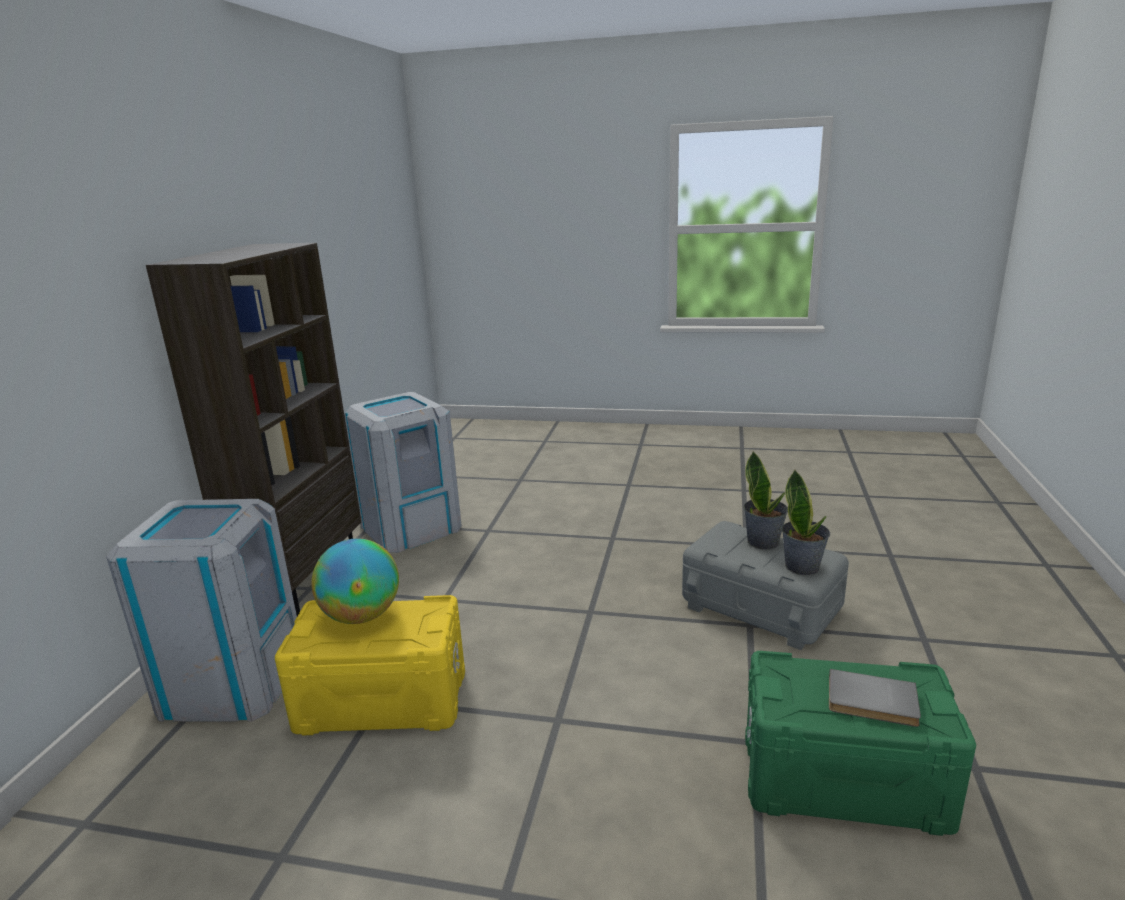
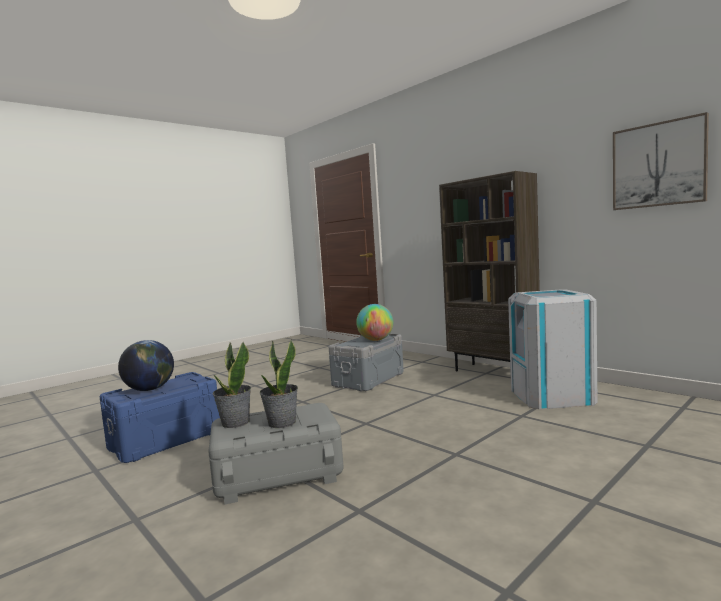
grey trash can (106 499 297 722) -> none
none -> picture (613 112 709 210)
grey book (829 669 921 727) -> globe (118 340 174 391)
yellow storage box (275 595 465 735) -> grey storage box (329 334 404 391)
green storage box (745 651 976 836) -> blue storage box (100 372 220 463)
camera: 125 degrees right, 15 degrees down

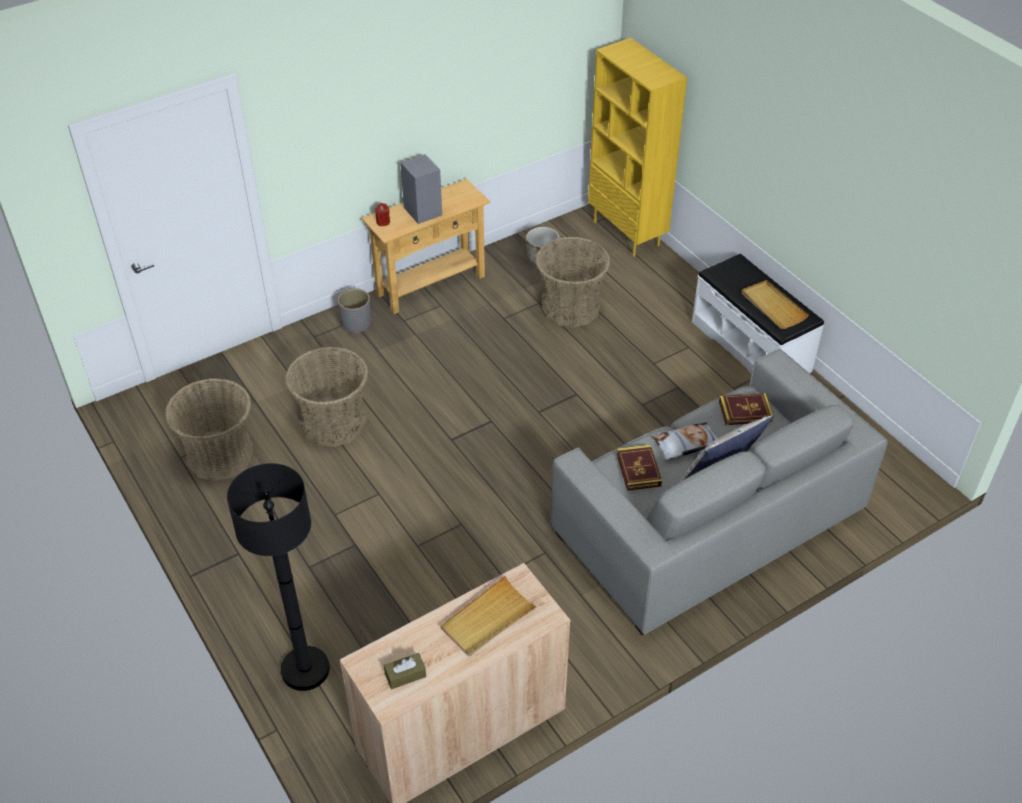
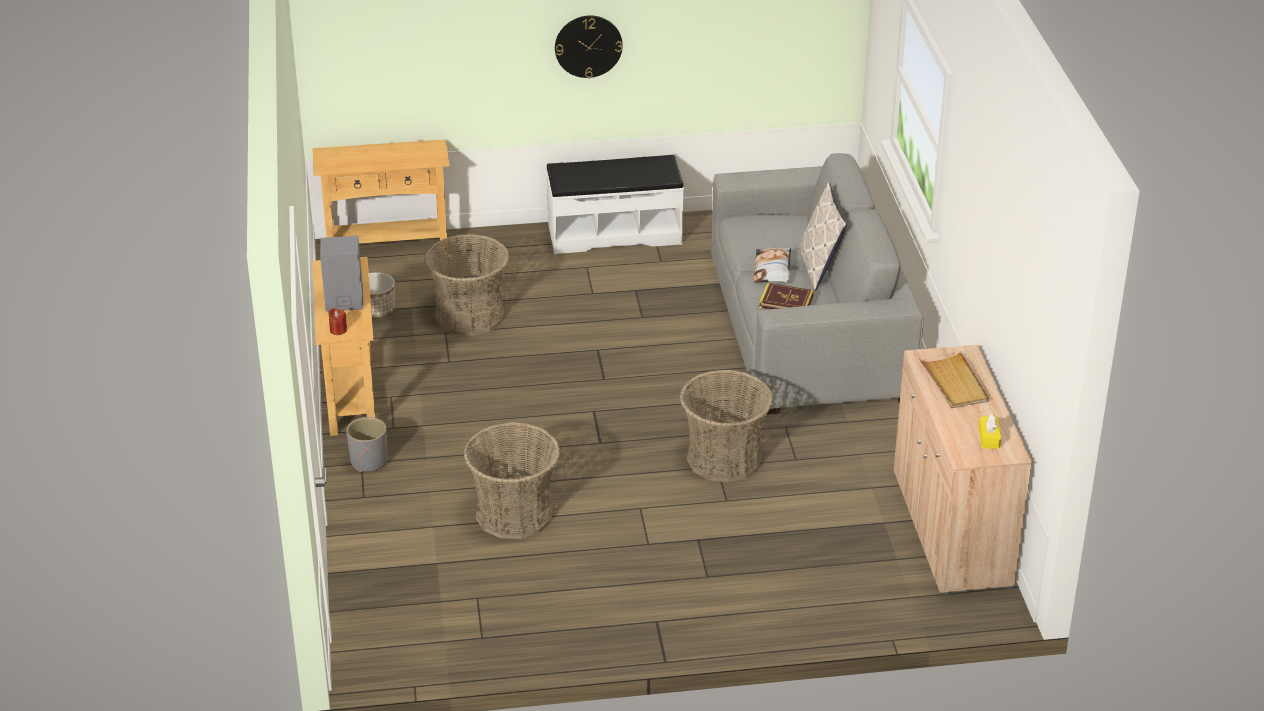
black floor lamp (227 463 330 691) -> none
book (719 393 773 425) -> none
beige tray (742 280 809 329) -> none
none -> wall clock (555 16 623 78)
basket (165 378 254 481) -> basket (680 370 773 483), relocated
yellow bookcase (588 38 687 257) -> beige console table (313 139 450 254)
brown tissue box (384 653 426 689) -> yellow tissue box (979 413 1001 449)
camera: 65 degrees left, 10 degrees down

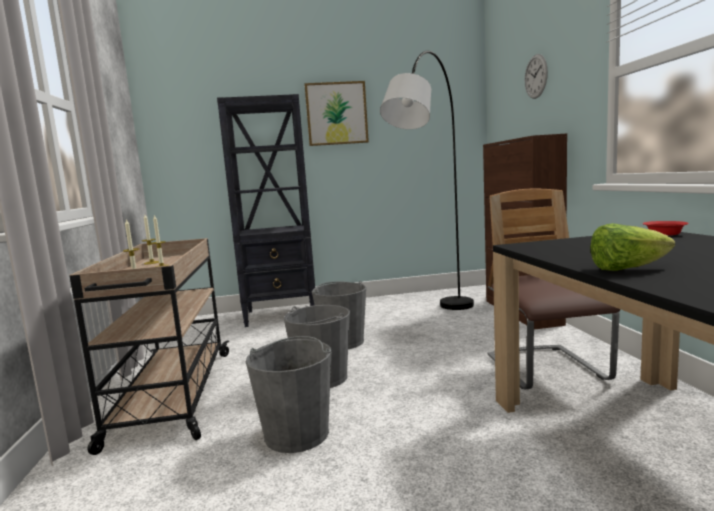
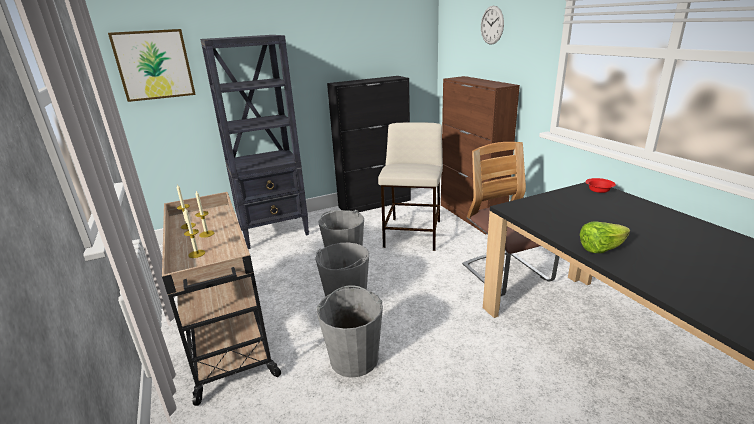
none -> black cabinet (327 76 411 212)
picture (304 81 369 146) -> picture (108 29 196 102), relocated
grey floor lamp (380 51 474 310) -> beige stool (378 123 443 251)
camera: 15 degrees left, 15 degrees up

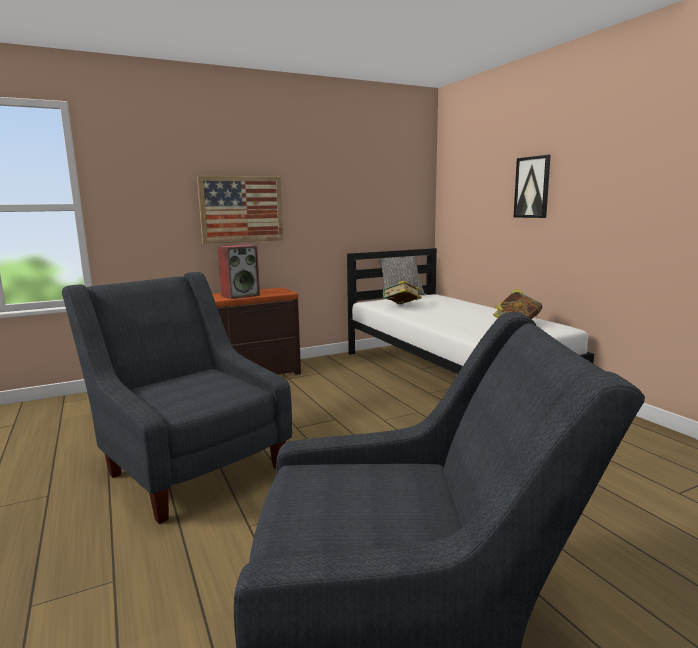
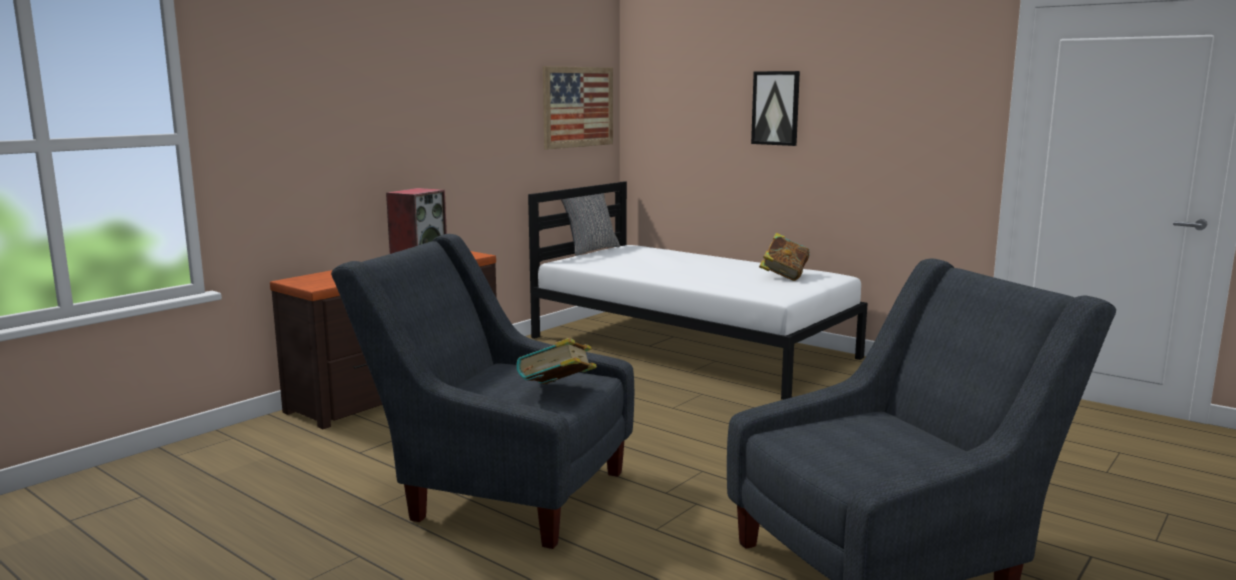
picture (197 176 283 244) -> picture (543 66 613 150), relocated
book (383 280 422 304) -> book (516 338 597 384), relocated
camera: 25 degrees left, 0 degrees up

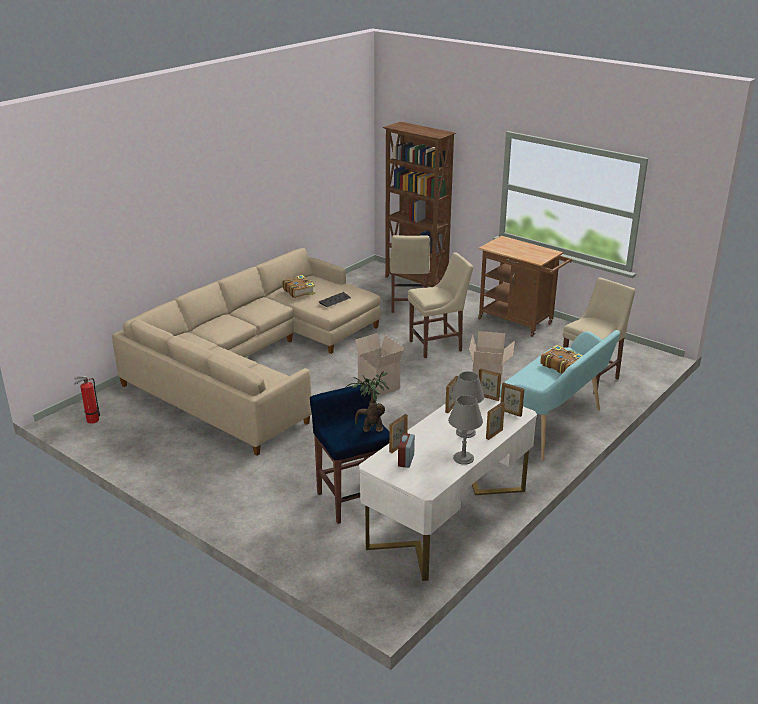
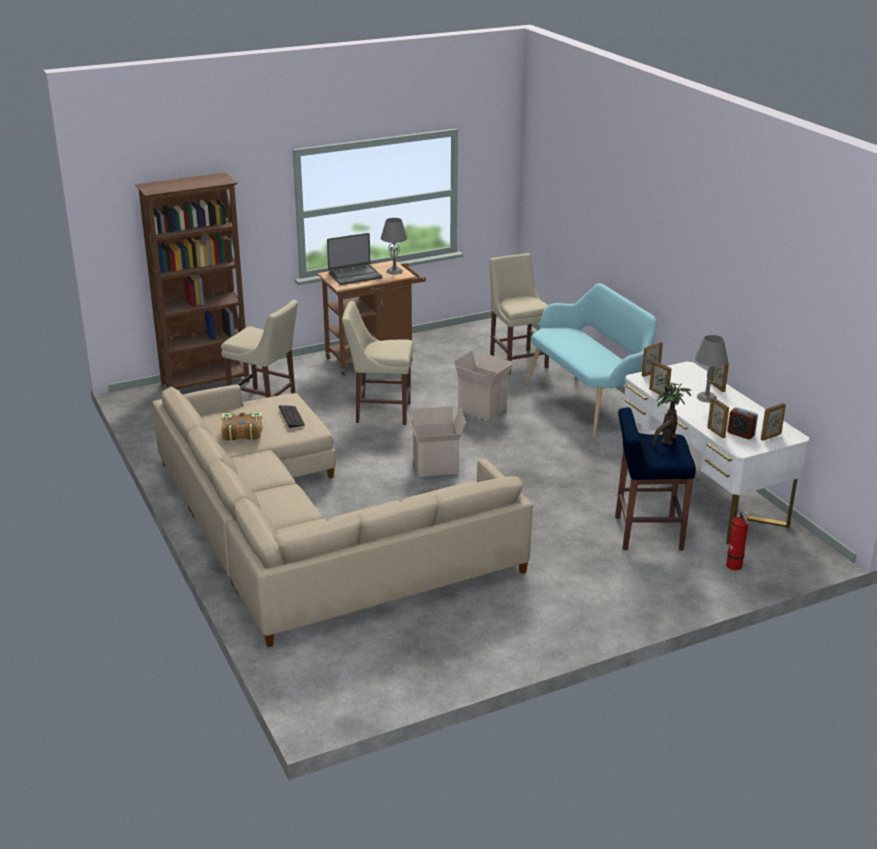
book (540 345 583 374) -> none
none -> laptop (327 233 382 285)
fire extinguisher (74 376 100 424) -> fire extinguisher (726 509 749 570), relocated
grey table lamp (448 395 483 465) -> grey table lamp (381 218 407 275), relocated
picture frame (500 382 525 417) -> picture frame (761 403 786 441), relocated
beige chair (408 252 473 358) -> beige chair (342 301 413 425), 90 degrees counterclockwise
camera: 65 degrees left, 0 degrees up

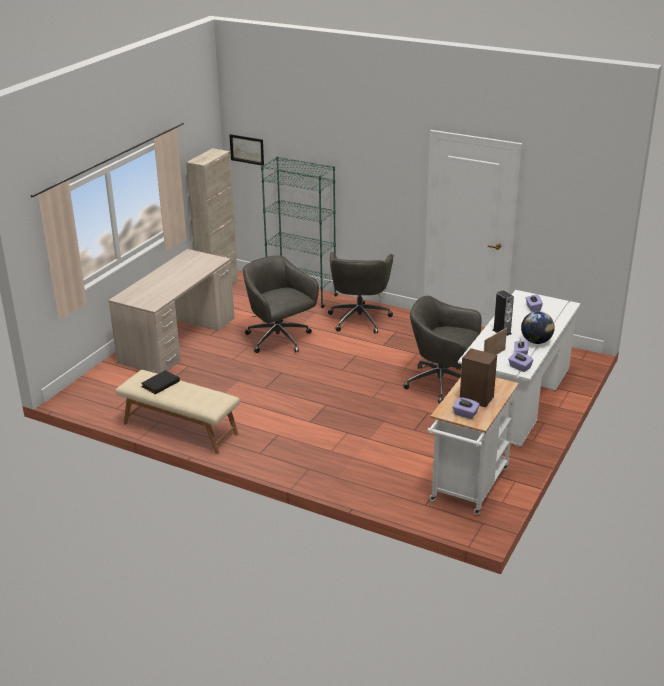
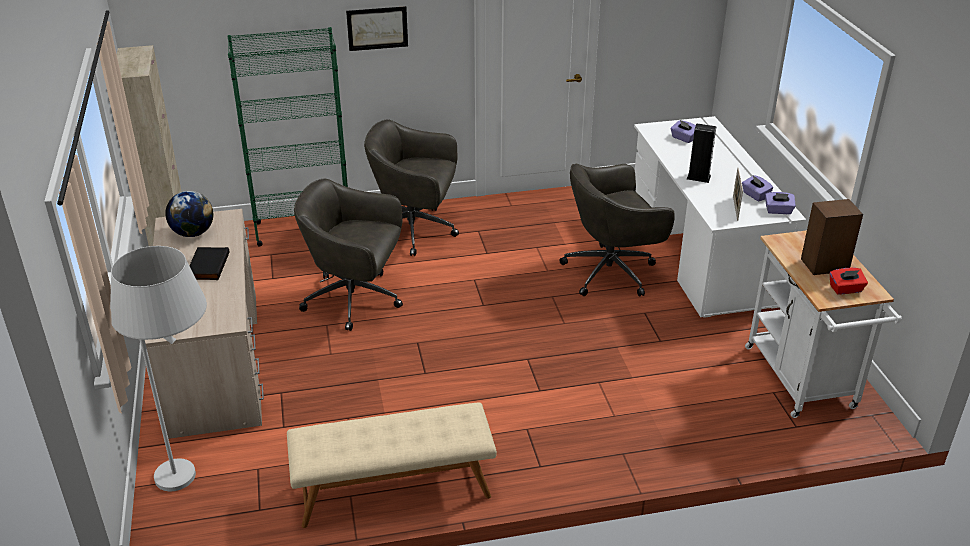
none -> white floor lamp (110 246 207 491)
black book (141 370 180 394) -> black book (189 247 229 280), relocated
picture (229 134 264 166) -> picture (346 6 408 51), relocated
globe (521 311 555 344) -> globe (165 191 213 237), relocated
purple tissue box (452 397 480 419) -> red tissue box (830 268 868 295)
grey office chair (328 252 393 333) -> grey office chair (364 120 459 256), 135 degrees clockwise
camera: 40 degrees left, 5 degrees up

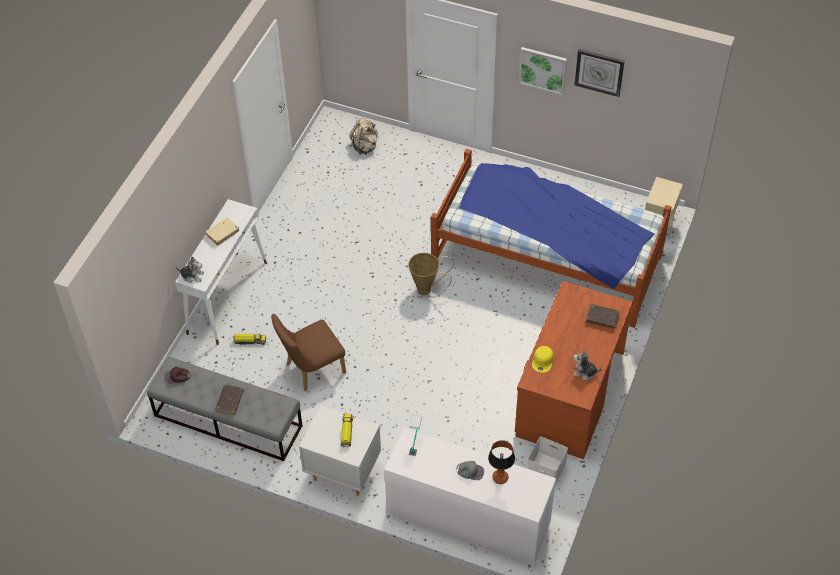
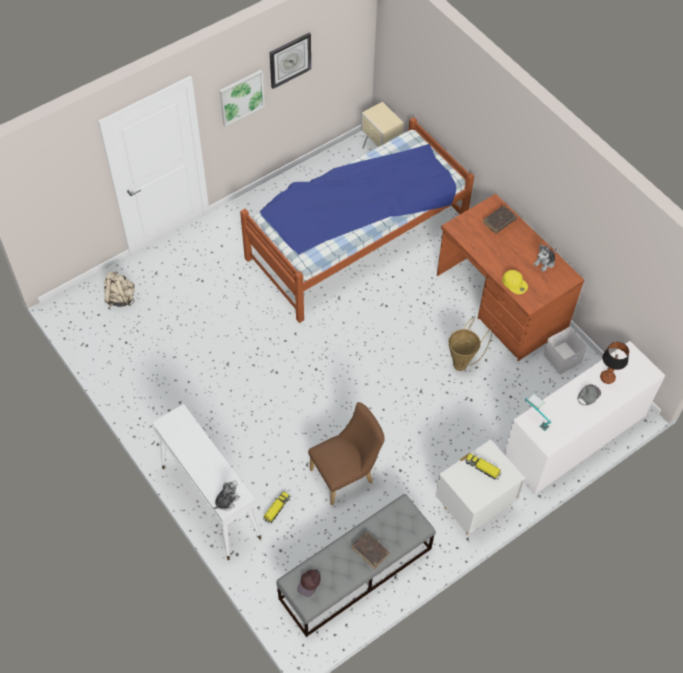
beige book (205 218 239 246) -> none
basket (408 253 455 298) -> basket (448 318 492 371), relocated
brown chair (271 314 346 392) -> brown chair (308 402 385 506), 120 degrees counterclockwise
camera: 60 degrees left, 5 degrees up

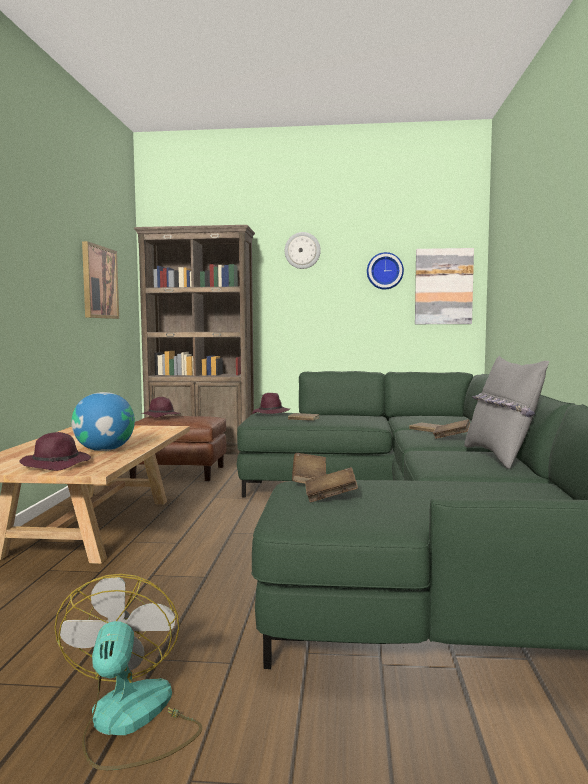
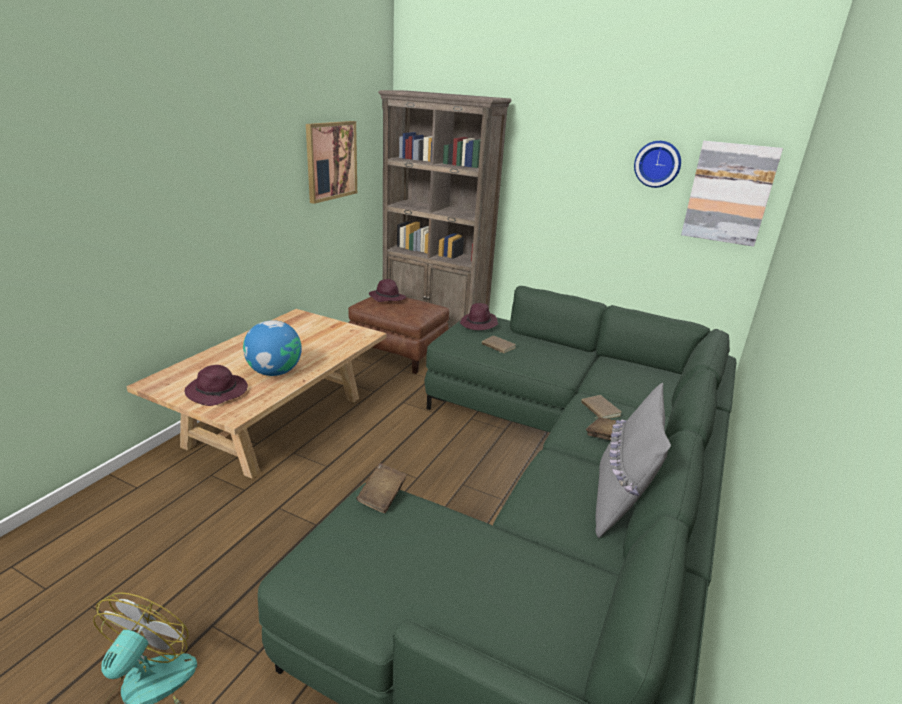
wall clock (285 232 321 269) -> none
brown book (305 467 358 502) -> none
camera: 20 degrees right, 20 degrees up

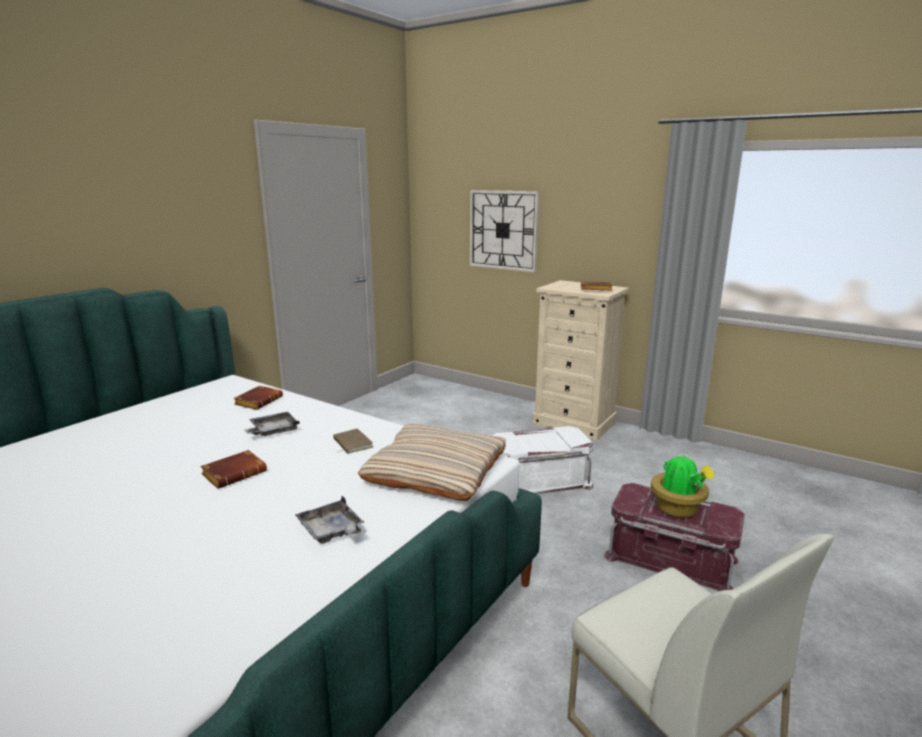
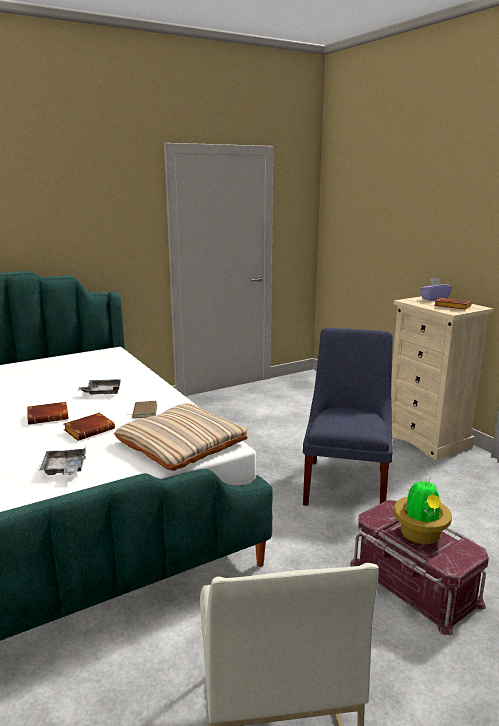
wall clock (470 190 539 272) -> none
none -> purple tissue box (420 278 452 301)
brown book (233 386 283 410) -> brown book (64 413 115 441), relocated
white storage box (493 426 593 494) -> blue chair (303 328 393 506)
camera: 25 degrees right, 0 degrees up

